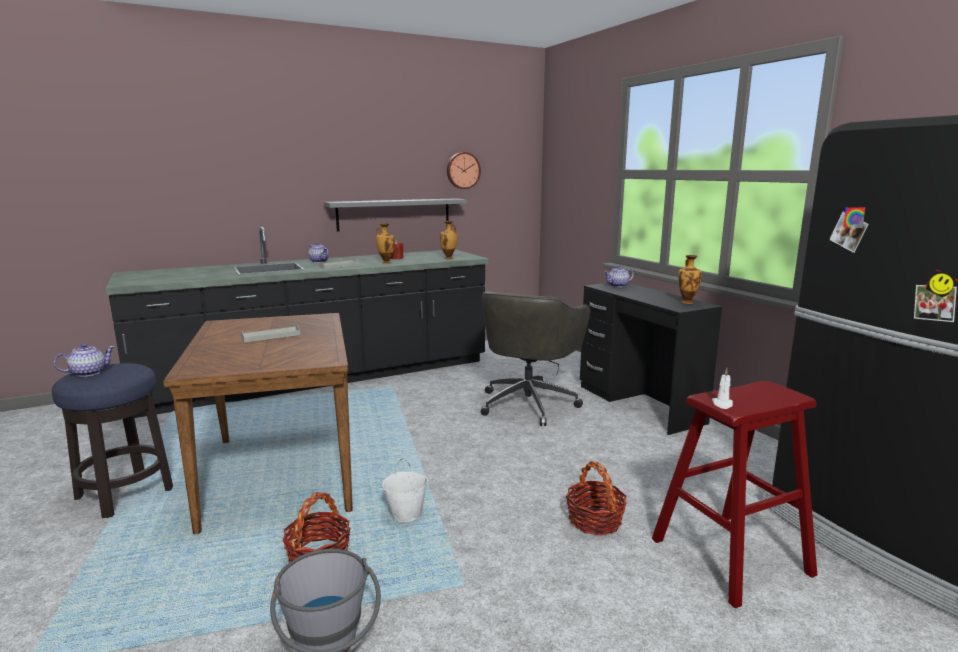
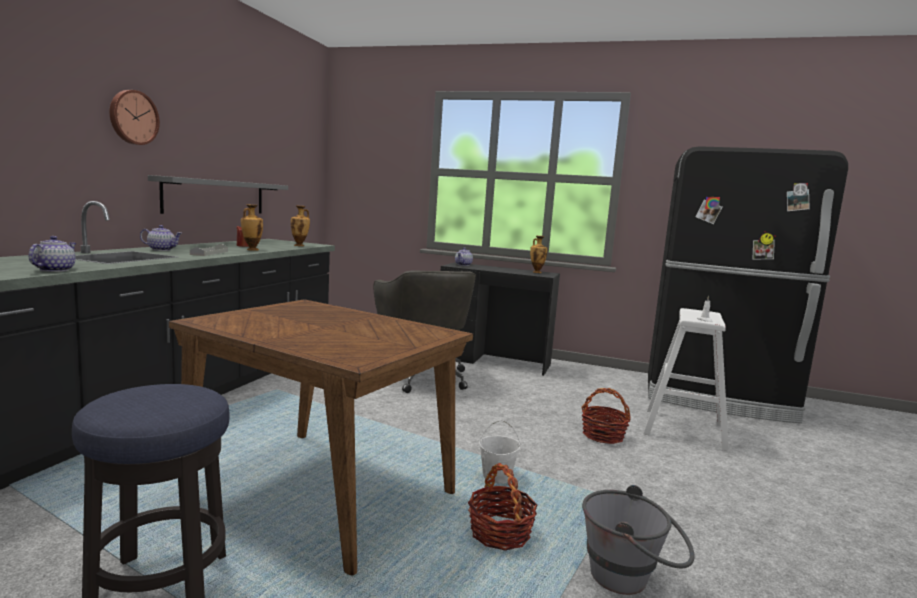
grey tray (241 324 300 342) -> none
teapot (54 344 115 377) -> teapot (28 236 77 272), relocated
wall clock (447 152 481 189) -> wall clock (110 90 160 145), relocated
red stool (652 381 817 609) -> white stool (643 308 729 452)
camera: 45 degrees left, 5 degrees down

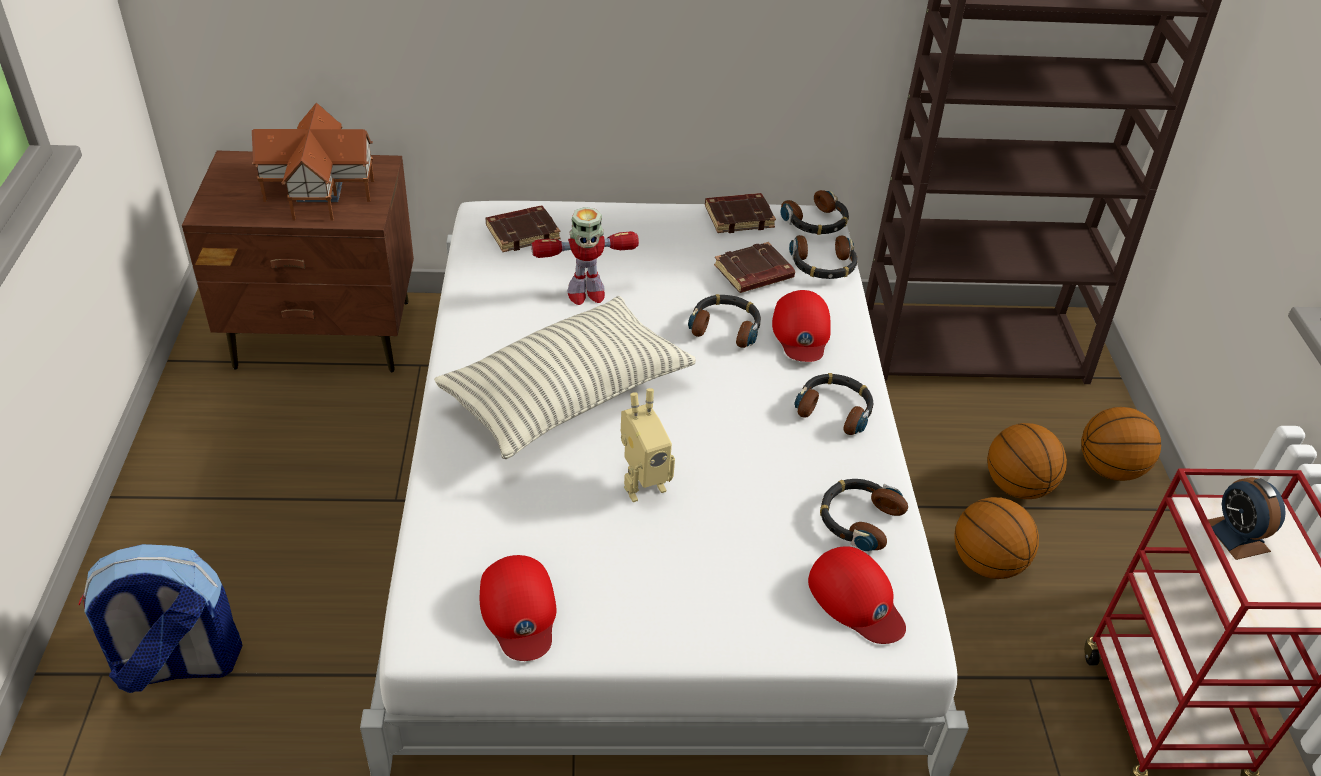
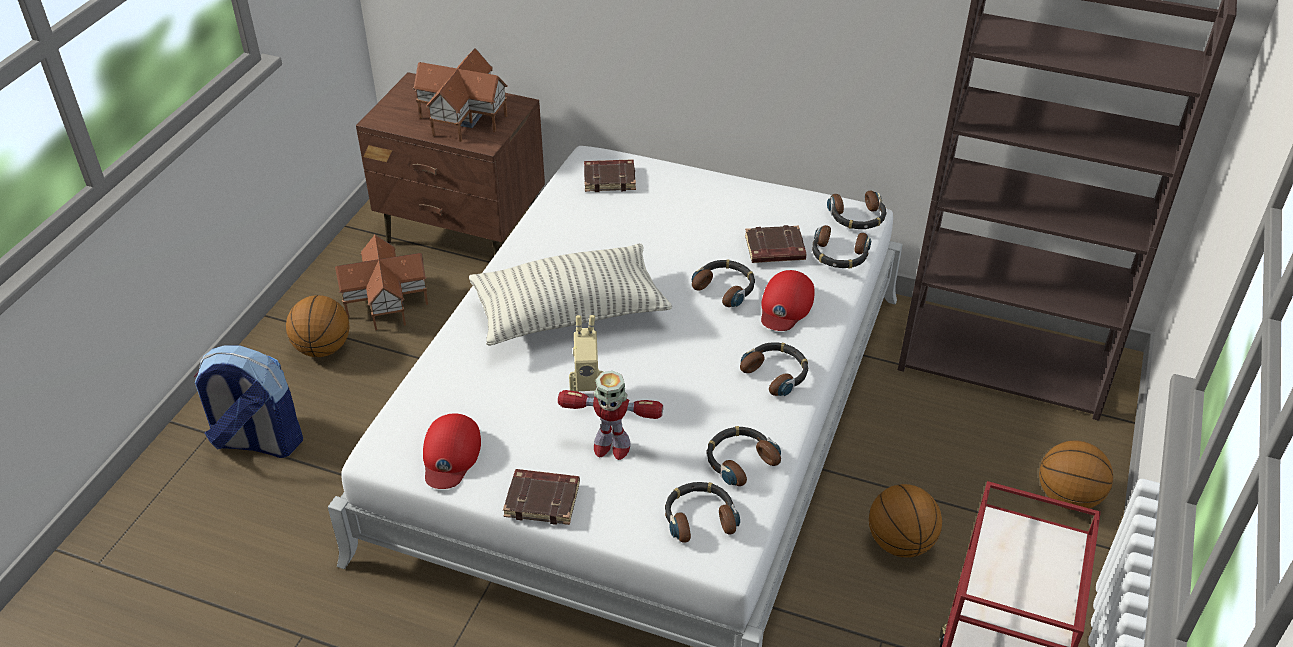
alarm clock (1208 477 1286 560) -> none
none -> toy house (335 235 428 330)
toy robot (531 207 639 305) -> toy robot (558 371 663 460), relocated
brown book (705 193 776 233) -> brown book (503 469 580 525), relocated
basketball (987 423 1067 499) -> basketball (286 295 350 357), relocated
red cap (808 546 906 644) -> headphones (665 482 740 543)
camera: 25 degrees right, 0 degrees up

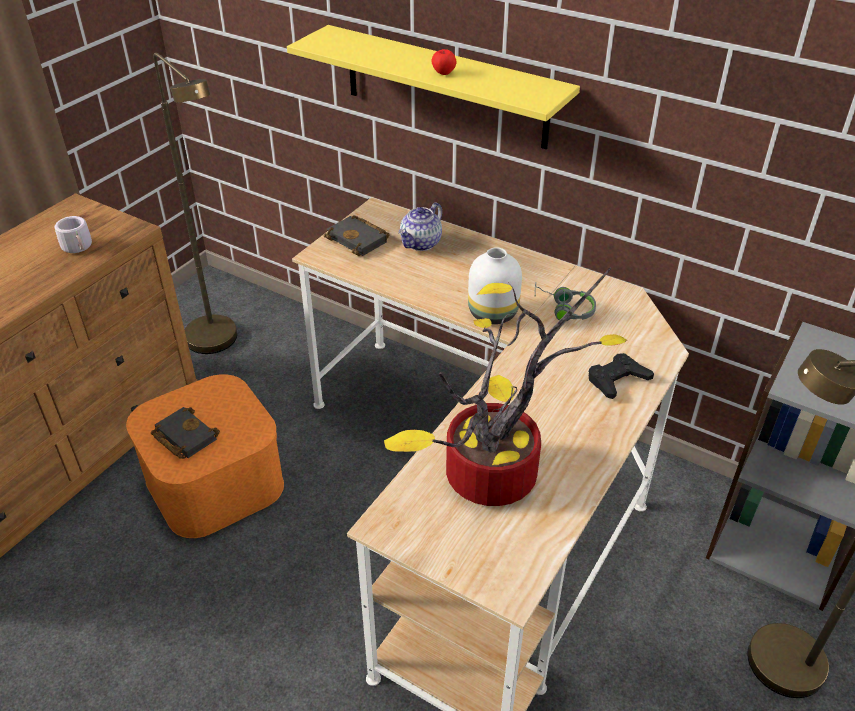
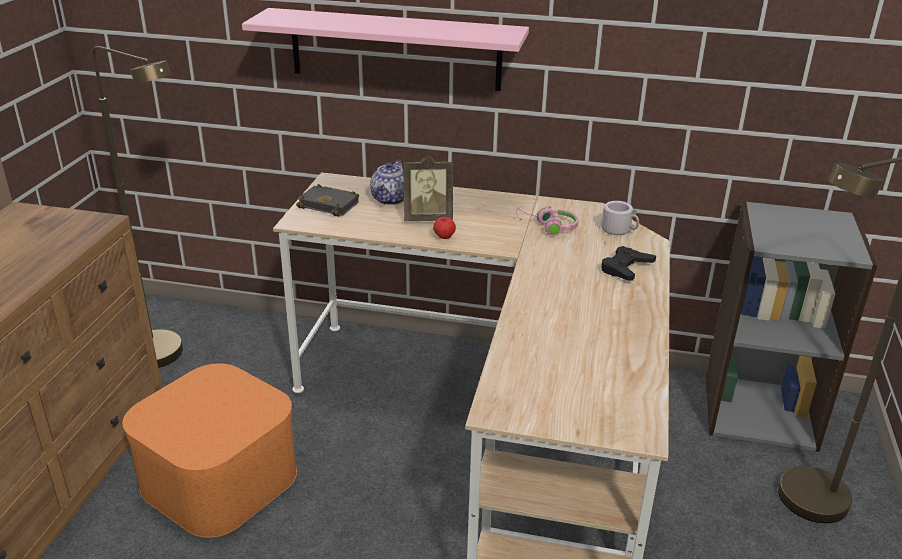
black book (151 407 220 459) -> none
potted plant (384 267 628 506) -> none
white vase (468 247 522 324) -> none
none -> picture frame (403 155 453 221)
grey mug (54 216 92 253) -> grey mug (601 201 639 235), relocated
apple (432 49 457 75) -> apple (433 217 456 239), relocated
yellow shelf (287 25 580 149) -> pink shelf (242 8 529 91)
grey headphones (534 282 596 321) -> pink headphones (516 205 578 235)
camera: 20 degrees left, 10 degrees down

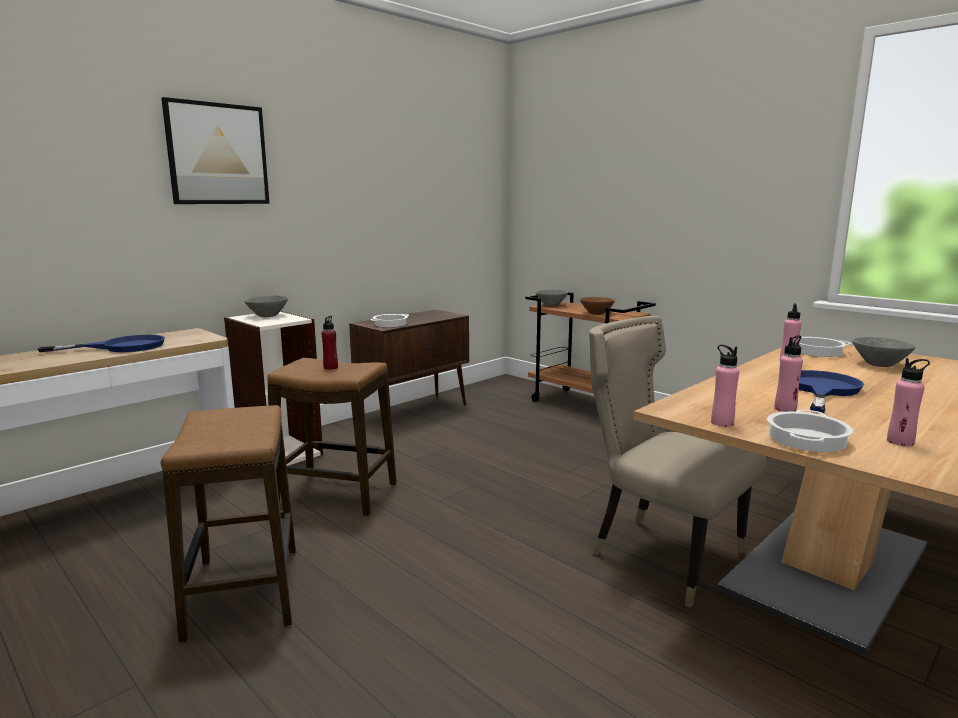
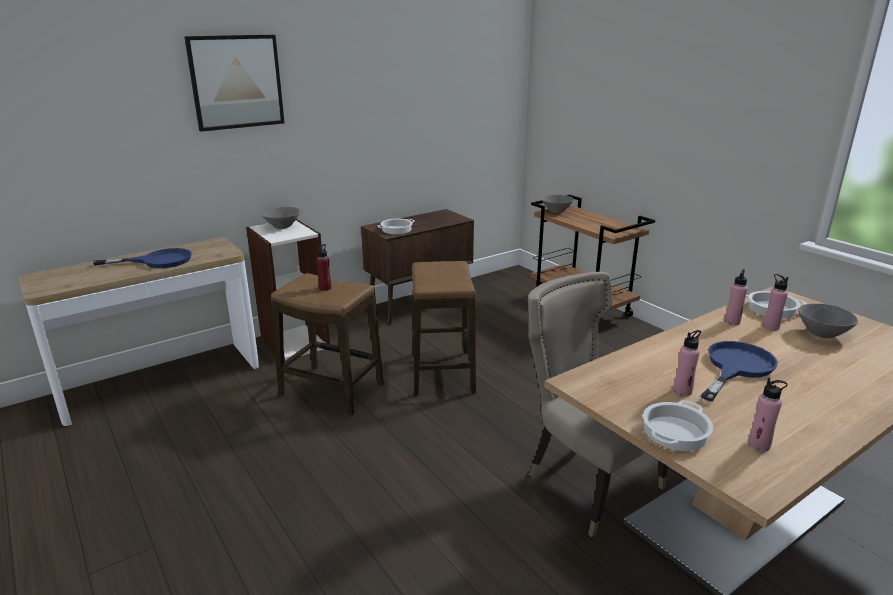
brown bowl (580 297 615 315) -> none
stool (161 405 296 642) -> stool (412 261 476 396), relocated
pink bottle (711 345 739 427) -> pink bottle (763 274 788 331), relocated
camera: 10 degrees right, 10 degrees up

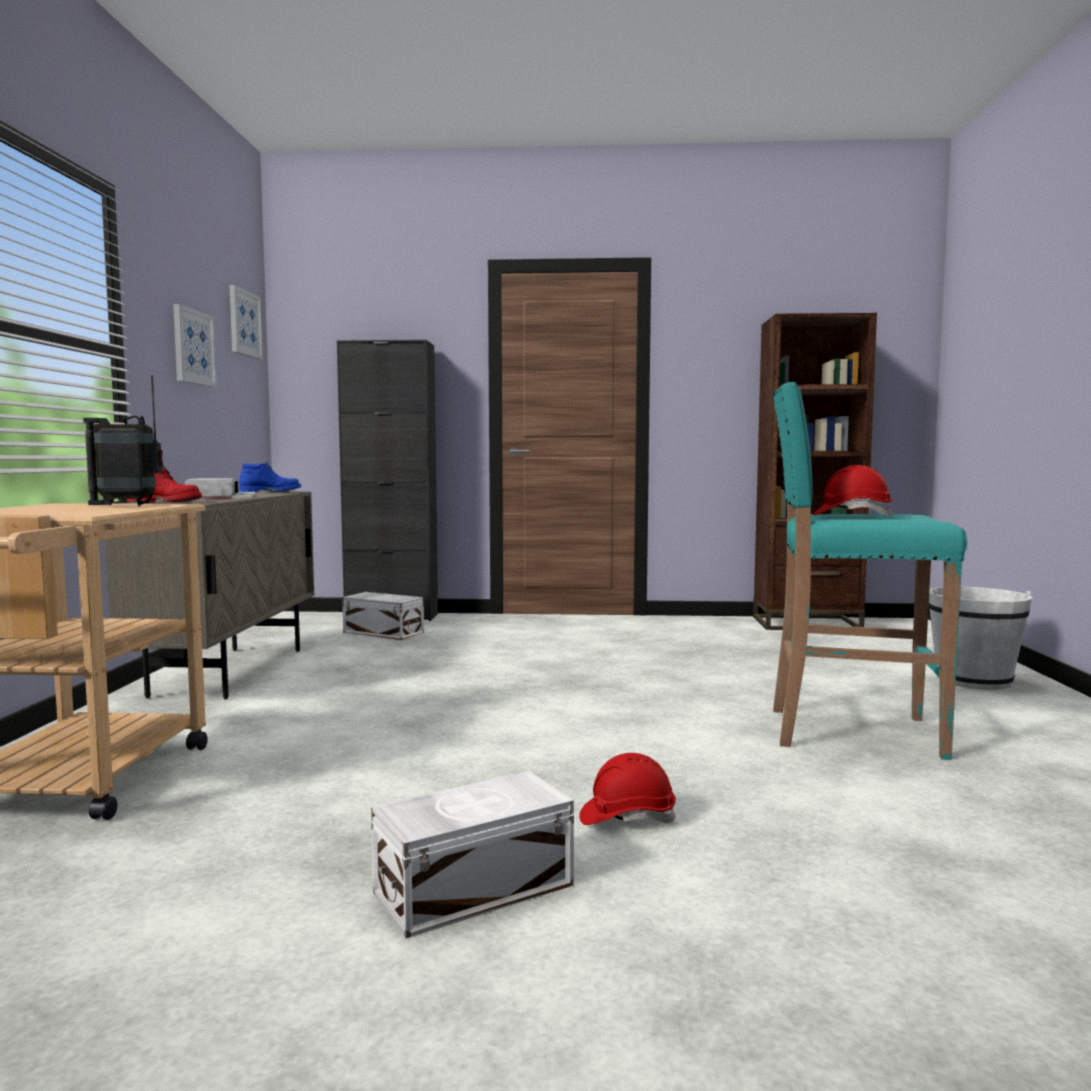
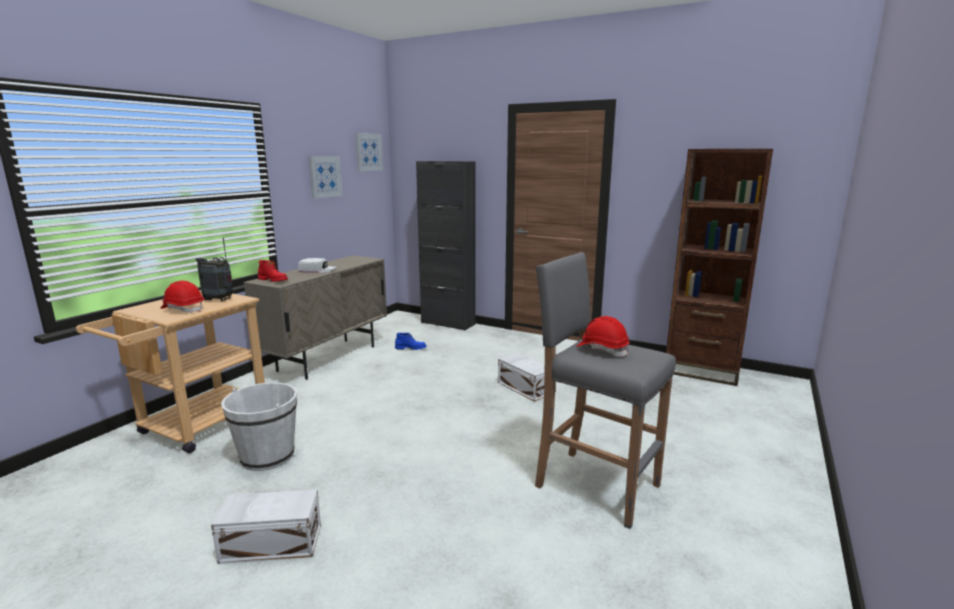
blue boot (239 462 301 493) -> blue boot (395 333 427 350), relocated
white storage box (342 592 424 640) -> white storage box (498 353 545 402), relocated
red hard hat (579 753 676 825) -> red hard hat (161 281 204 313), relocated
white bucket (929 587 1032 690) -> white bucket (221 382 297 471), relocated
turquoise stool (773 382 967 760) -> grey stool (535 252 676 529)
camera: 25 degrees right, 10 degrees up

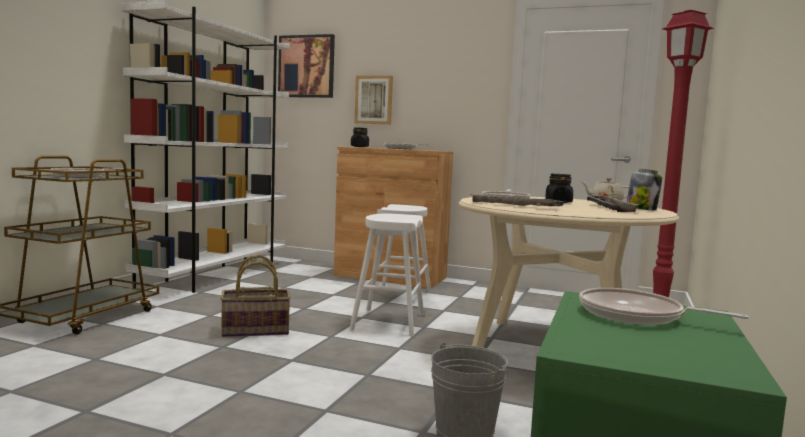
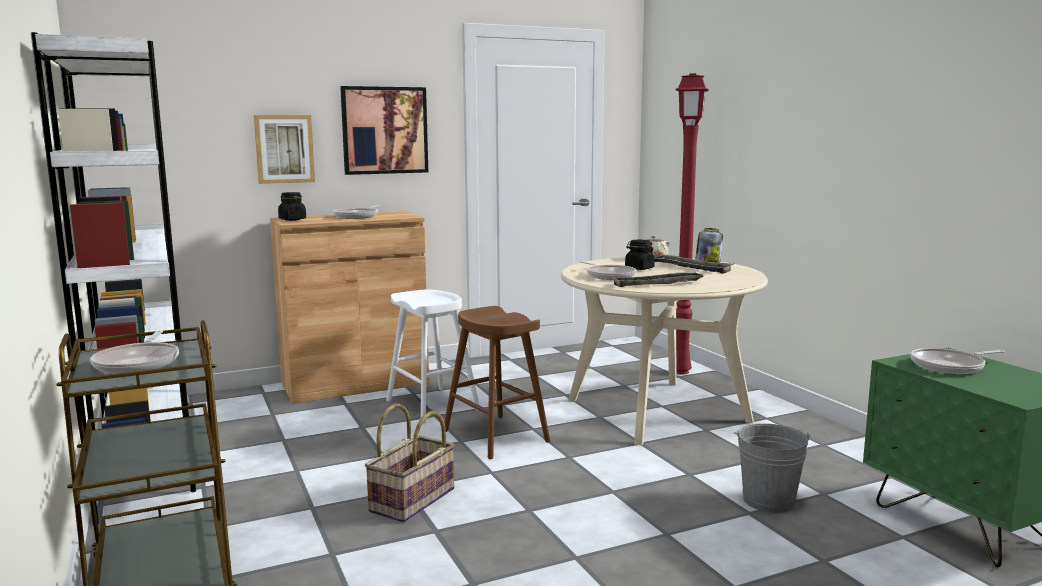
picture (278 34 335 98) -> picture (340 86 428 175), relocated
white stool (349 213 424 337) -> brown stool (444 306 550 459)
camera: 45 degrees left, 5 degrees up

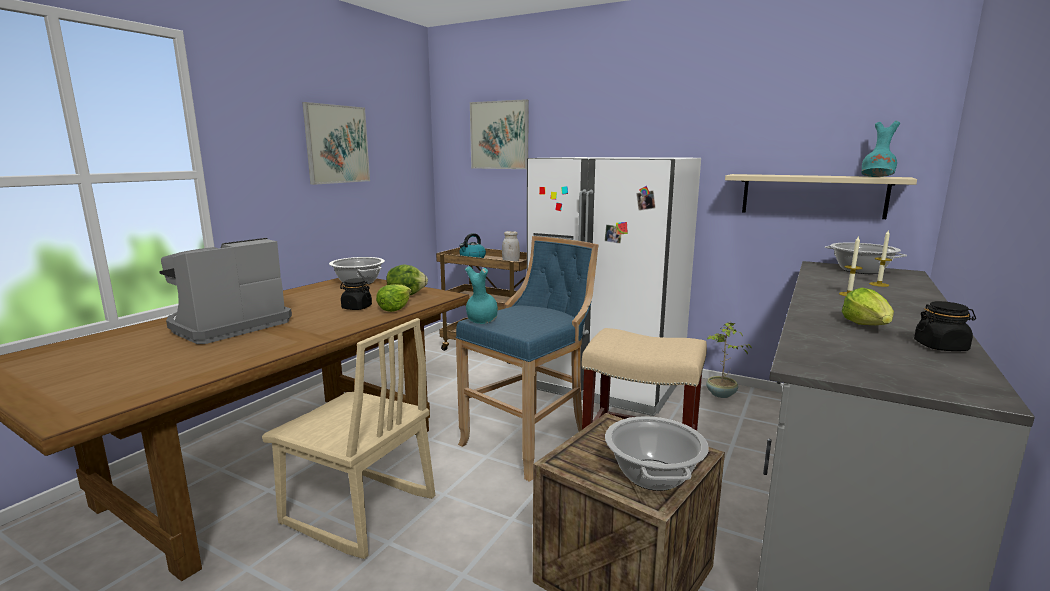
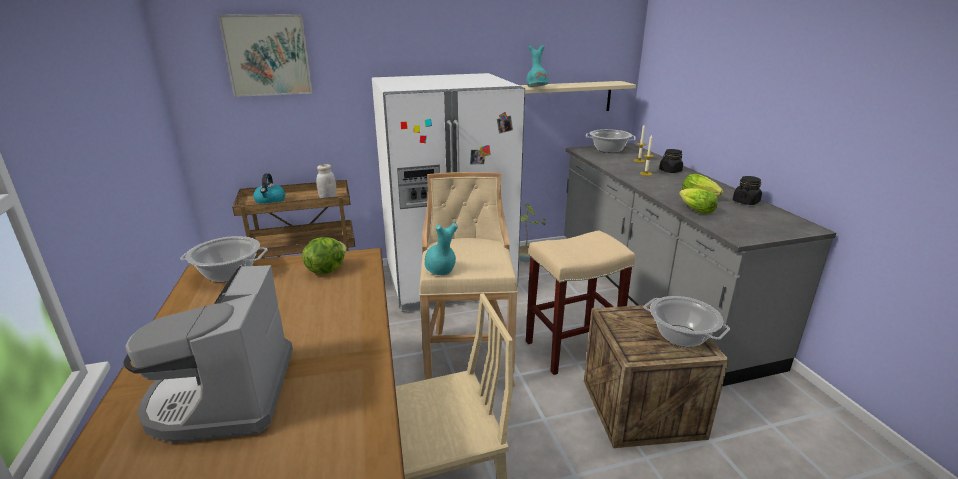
picture (302 102 370 185) -> none
black jar (340 278 372 310) -> black jar (659 149 683 173), relocated
lettuce (376 284 412 312) -> lettuce (679 188 718 214), relocated
turquoise vase (861 121 900 177) -> turquoise vase (527 45 549 87), relocated
blue stool (456 236 598 482) -> beige stool (419 172 518 387)
camera: 45 degrees left, 10 degrees up

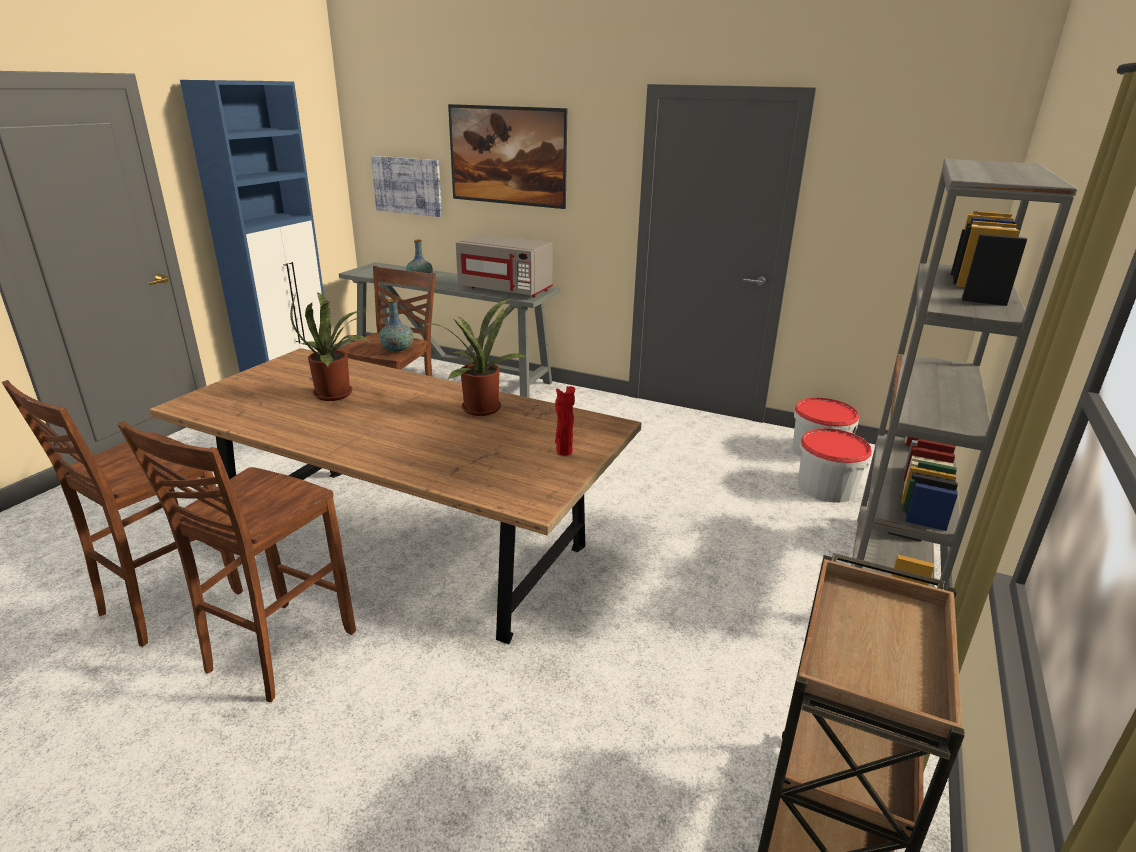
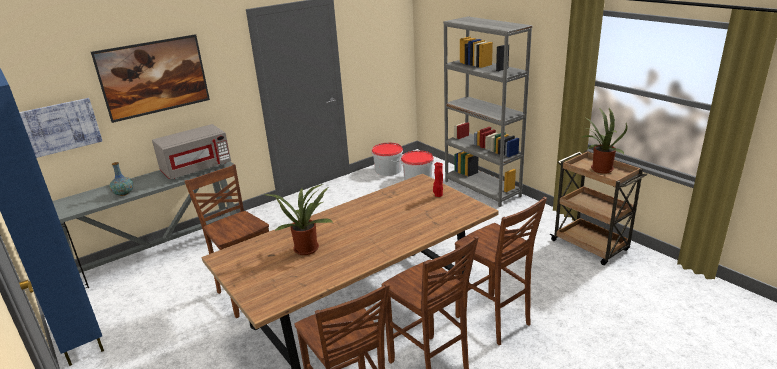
vase (379 299 414 353) -> none
none -> brown stool (455 197 547 345)
potted plant (421 298 526 416) -> potted plant (581 108 627 174), relocated
camera: 60 degrees left, 0 degrees up

